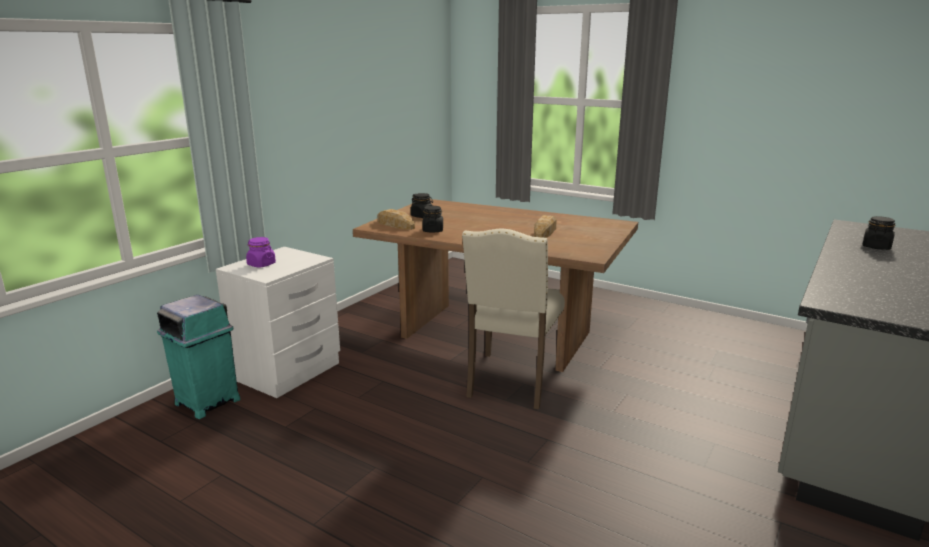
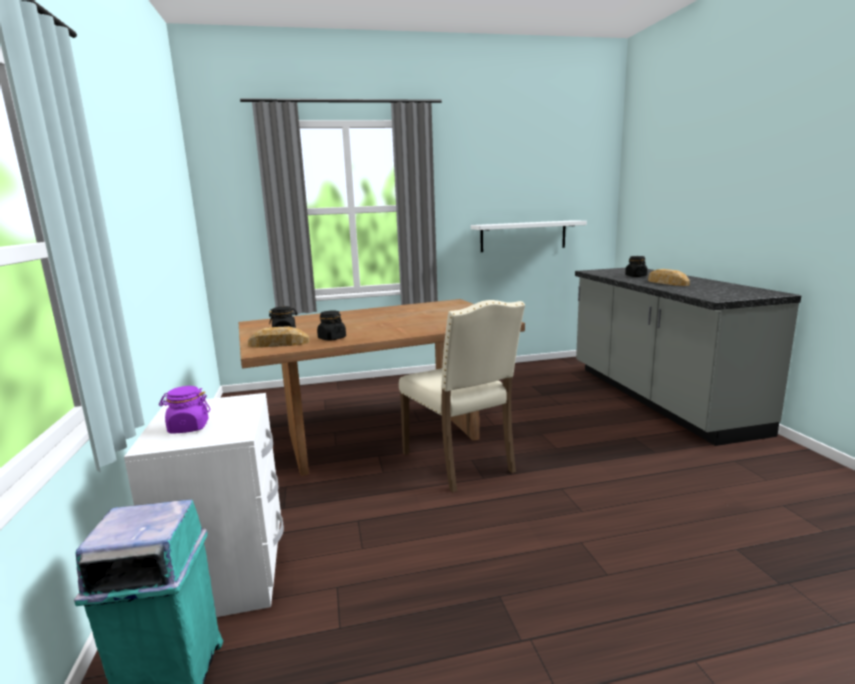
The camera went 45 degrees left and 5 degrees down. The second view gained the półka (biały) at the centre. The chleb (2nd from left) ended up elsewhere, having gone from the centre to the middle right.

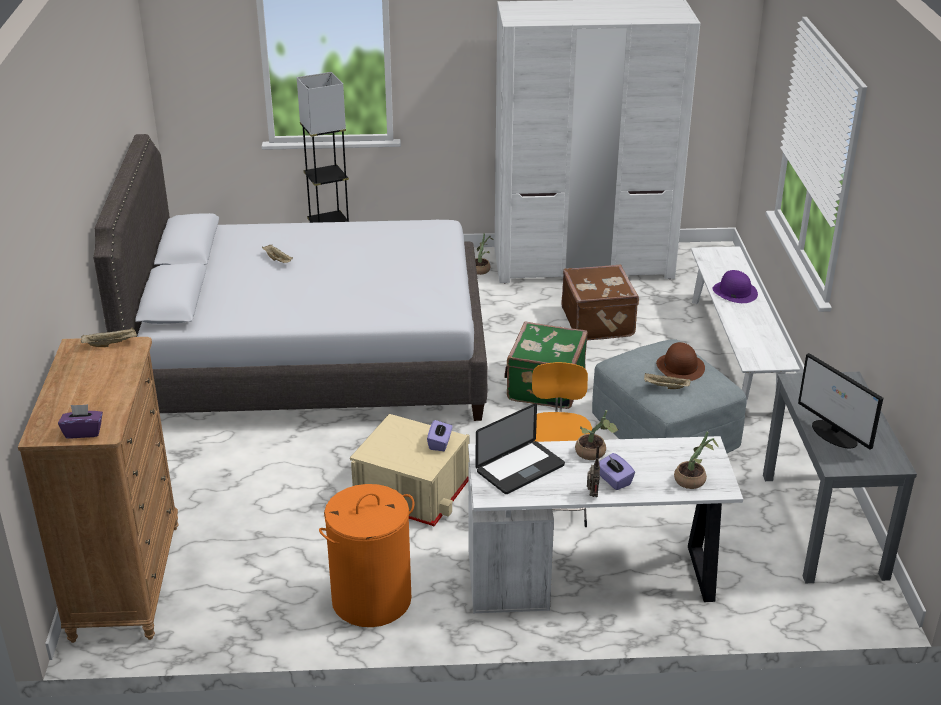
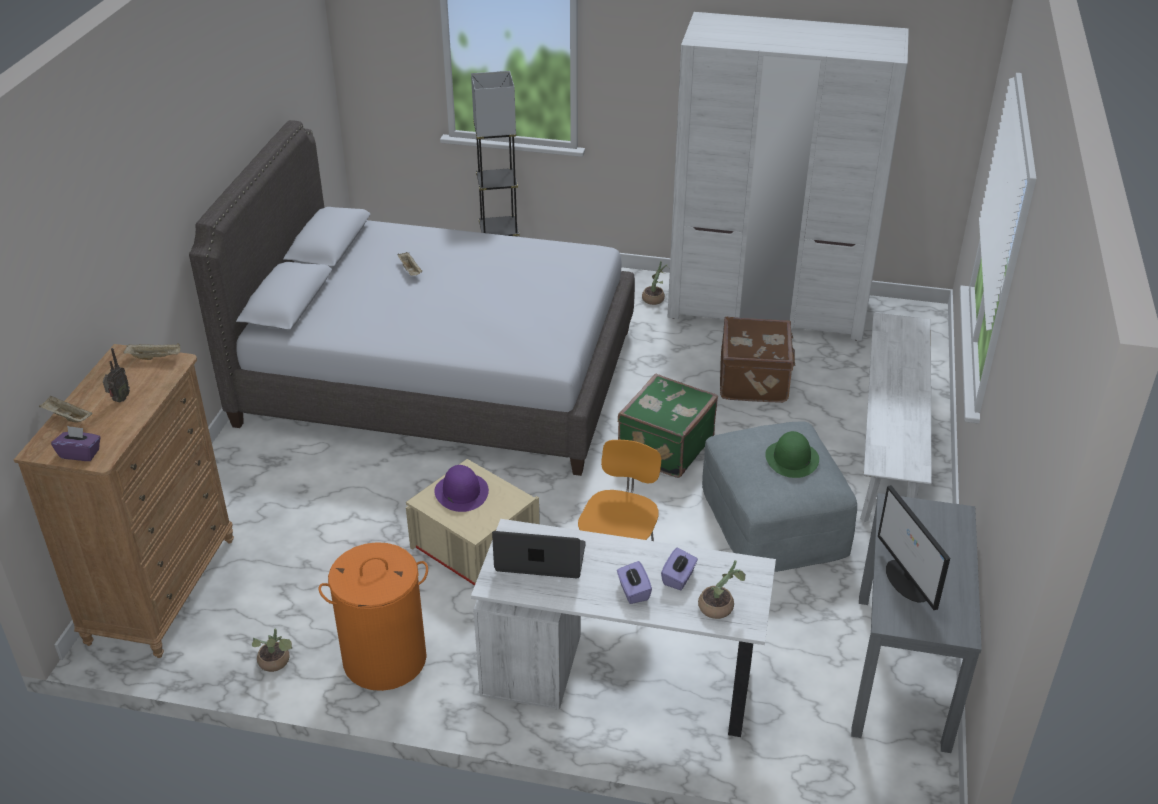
The camera went 15 degrees right and 5 degrees up. The pudełko chusteczek (fioletowy) (2nd from left in the first image) ended up elsewhere, having gone from the centre to the bottom centre. The roślina doniczkowa (2nd from left in the first image) ended up elsewhere, having gone from the centre to the bottom left. The radio ended up elsewhere, having gone from the bottom centre to the middle left. The taca (beżowy) (3rd from left in the first image) ended up elsewhere, having gone from the middle right to the middle left. The kapelusz (fioletowy) ended up elsewhere, having gone from the middle right to the centre. What was the kapelusz (brązowy) at the middle right turned into the kapelusz (zielony) at the middle right. The laptop at the centre ended up facing another way, 150 degrees counterclockwise from before.

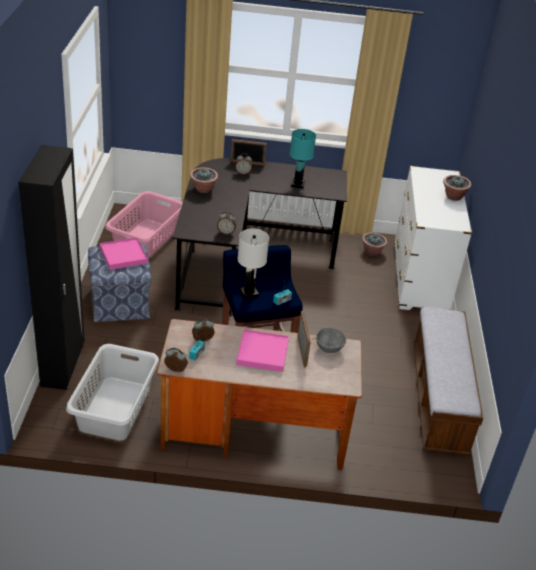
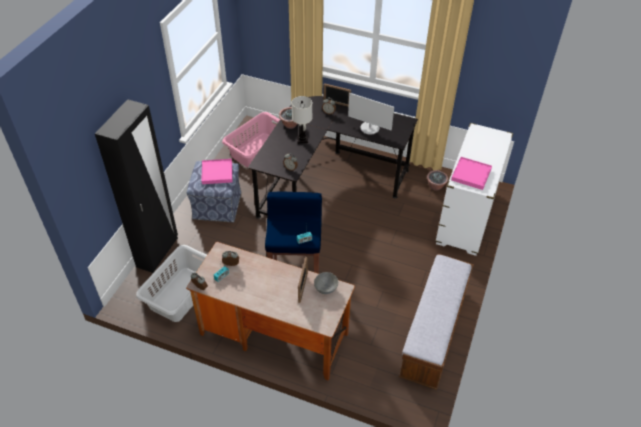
The camera went 20 degrees right and 10 degrees up. The second view lost the roślina doniczkowa (3rd from left) at the top right. The taca (różowy) (2nd from left) ended up elsewhere, having gone from the centre to the middle right. The lampa stołowa (biały) ended up elsewhere, having gone from the centre to the top centre. Where the lampa stołowa (turkusowy) stood at the top centre, the monitor came to stand at the top centre.

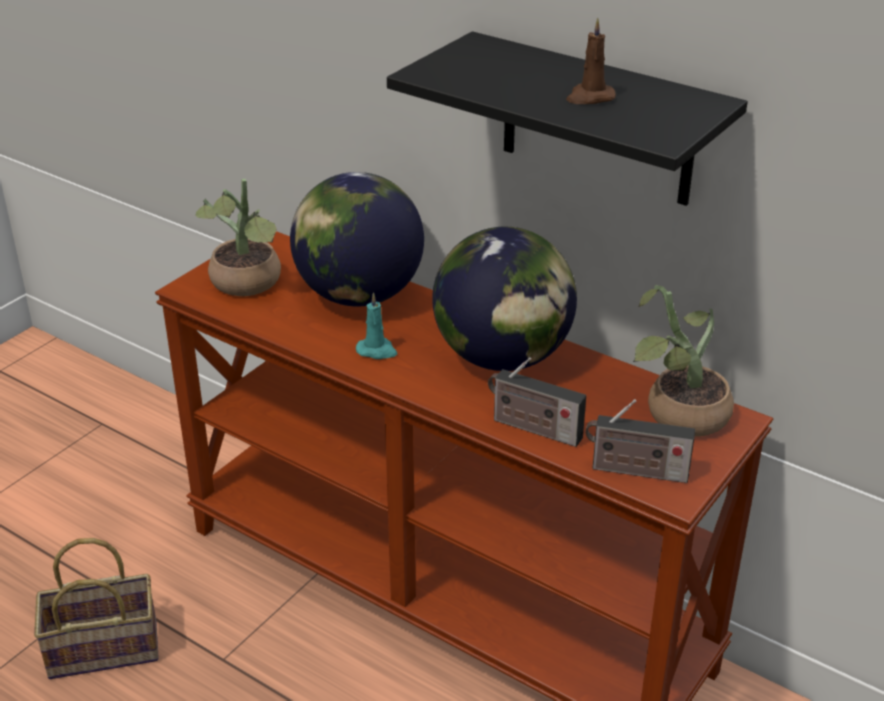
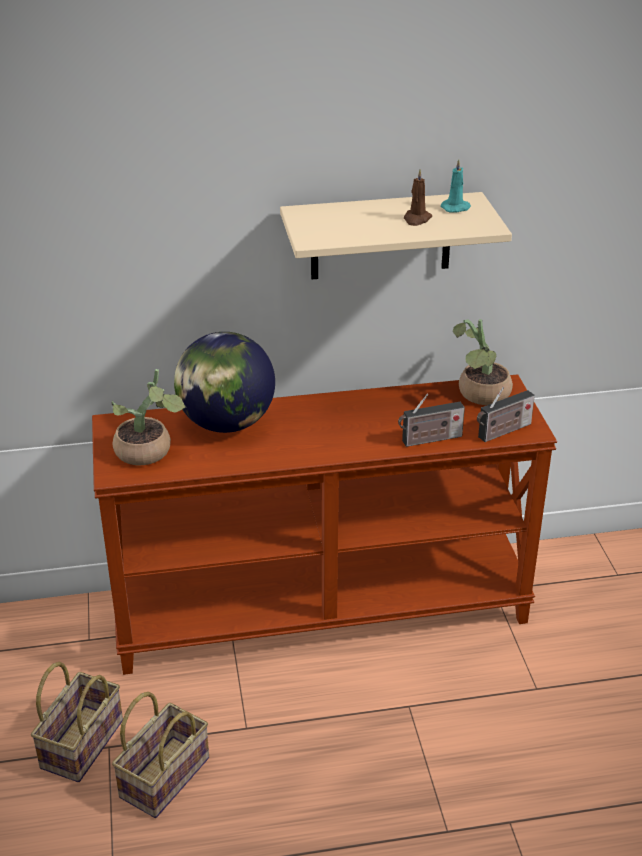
The camera went 45 degrees left and 0 degrees up. The second view lost the globus (2nd from left) at the centre. The second view gained the koszyk (1st from left) at the bottom left. The świeca (turkusowy) ended up elsewhere, having gone from the centre to the top right. What was the półka (czarny) at the top centre turned into the półka (beżowy) at the top centre.

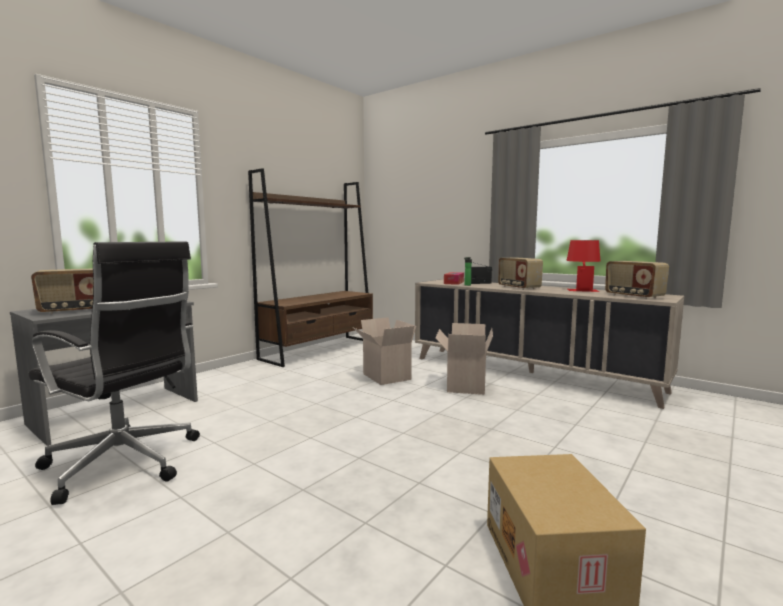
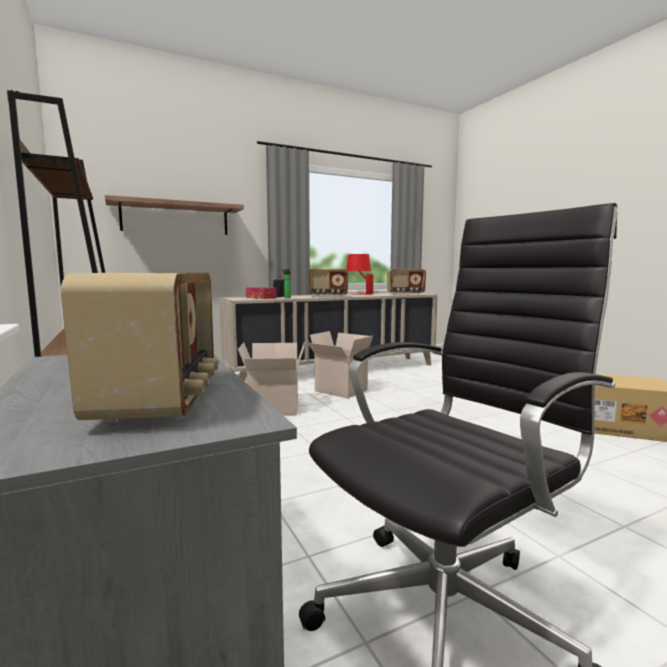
The camera went 65 degrees left and 0 degrees up. The second view gained the półka at the top left.

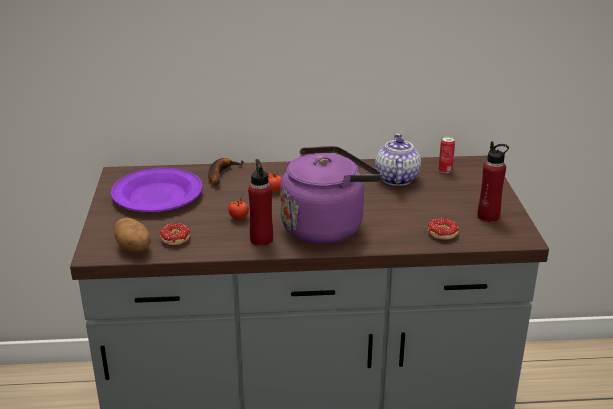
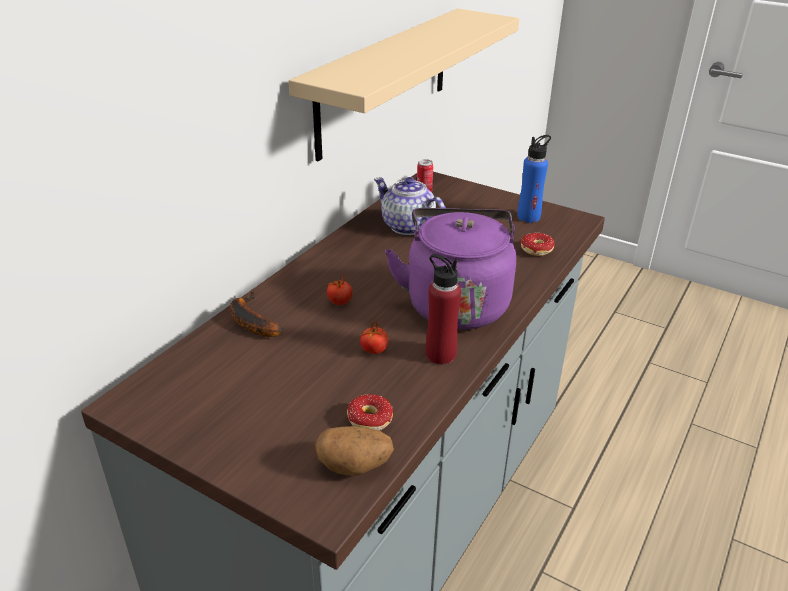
The camera went 55 degrees left and 5 degrees up. The second view lost the talerz (fioletowy) at the middle left. The second view gained the półka (beżowy) at the top centre. What was the butelka (czerwony) (2nd from left) at the middle right turned into the butelka (niebieski) at the top right.

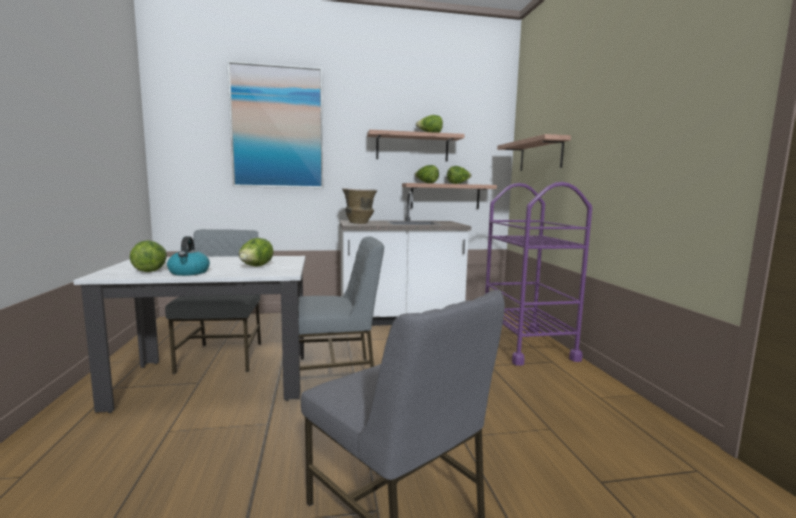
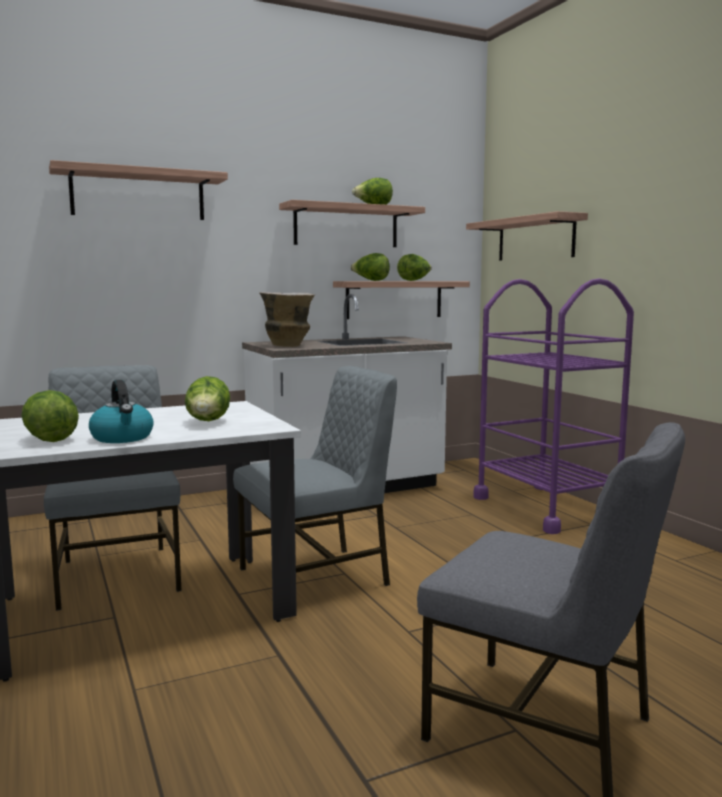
The camera went 15 degrees left and 0 degrees up. Where the obraz hung at the top centre, the półka (1st from left) came to hang at the top left.

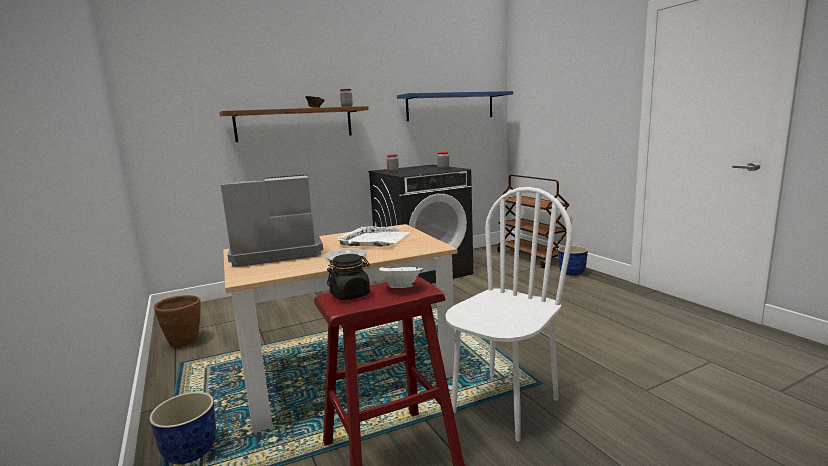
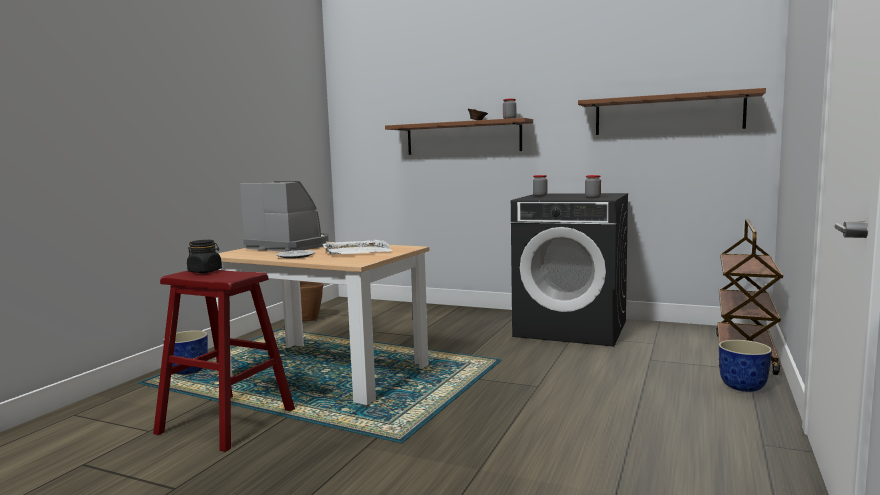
The camera went 50 degrees right and 5 degrees down. The second view lost the miska (biały) at the centre. The second view lost the krzesło (biały) at the bottom centre. What was the półka (niebieski) at the top centre turned into the półka (brązowy) (2nd from left) at the top right.

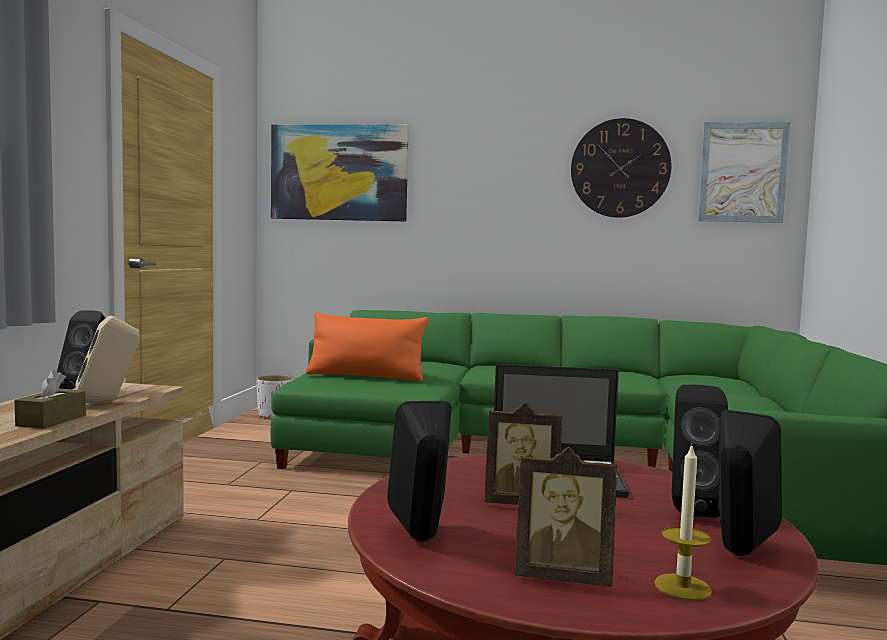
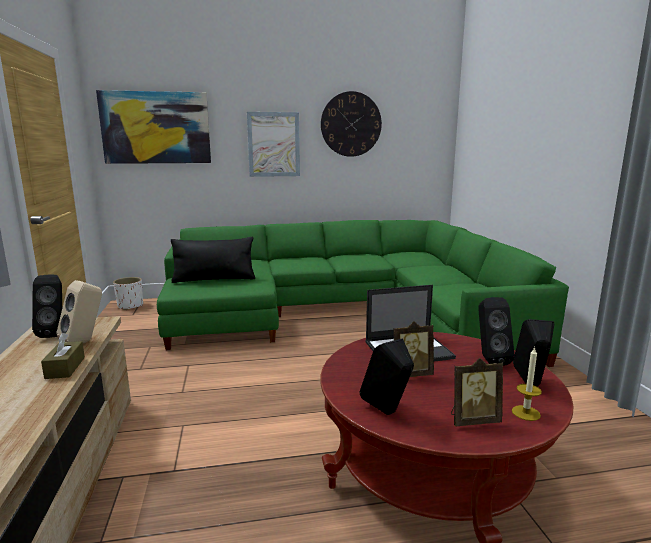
The camera went 20 degrees left and 10 degrees up. The obraz (2nd from left) ended up elsewhere, having gone from the top right to the top centre. What was the poduszka (pomarańczowy) at the centre turned into the poduszka (czarny) at the middle left.

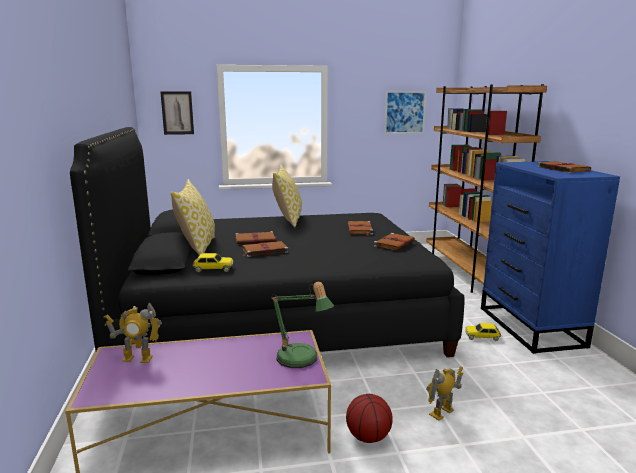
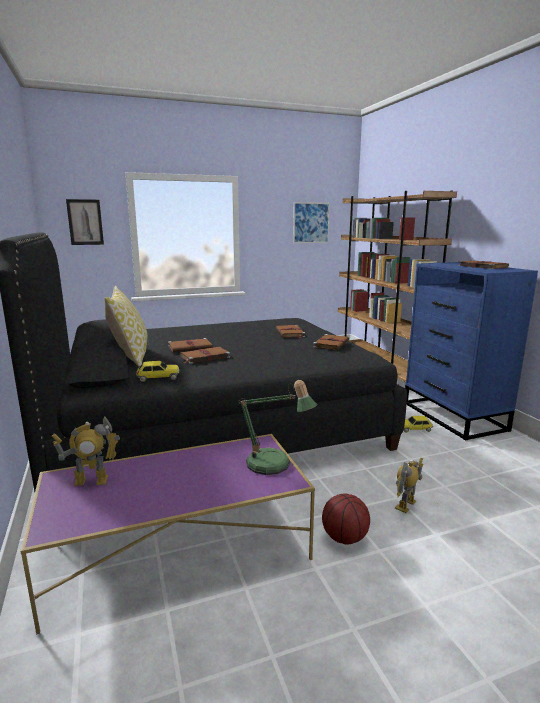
The camera went 10 degrees left and 0 degrees up. The second view lost the poduszka (2nd from left) at the centre.

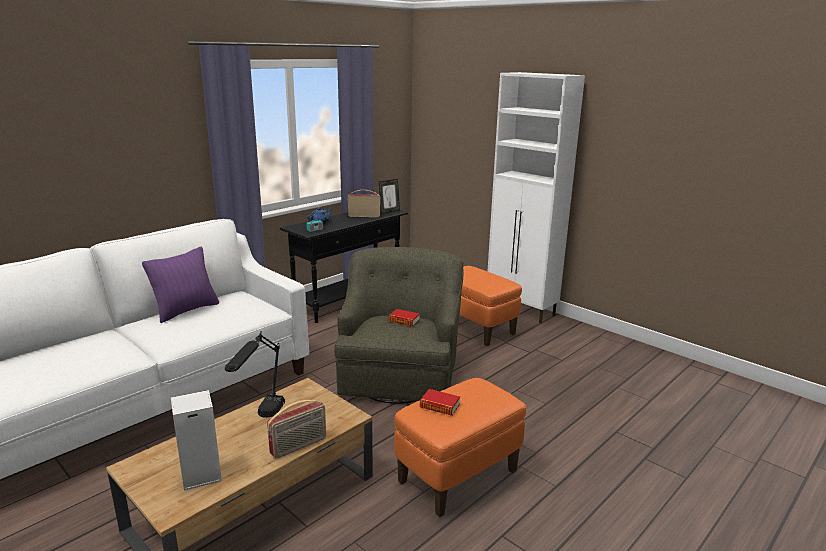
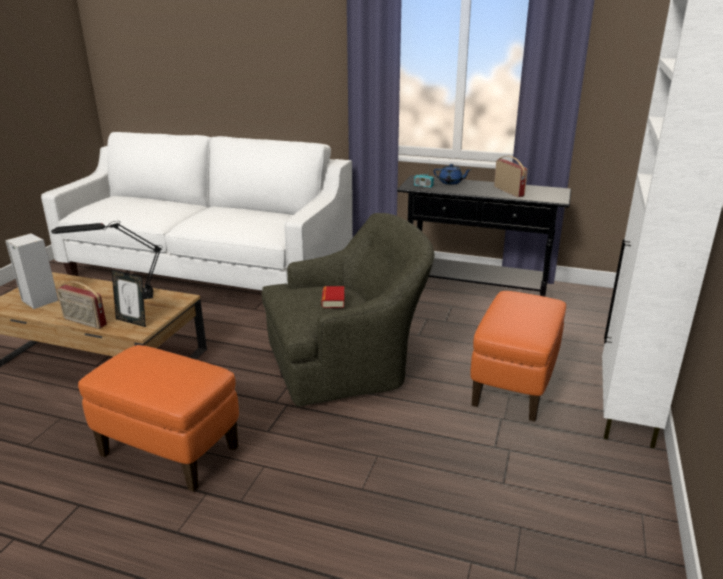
The camera went 65 degrees right and 5 degrees up. The second view lost the poduszka (fioletowy) at the middle left. The second view lost the książka (2nd from left) at the bottom centre. The ramka na zdjęcie ended up elsewhere, having gone from the centre to the middle left.

